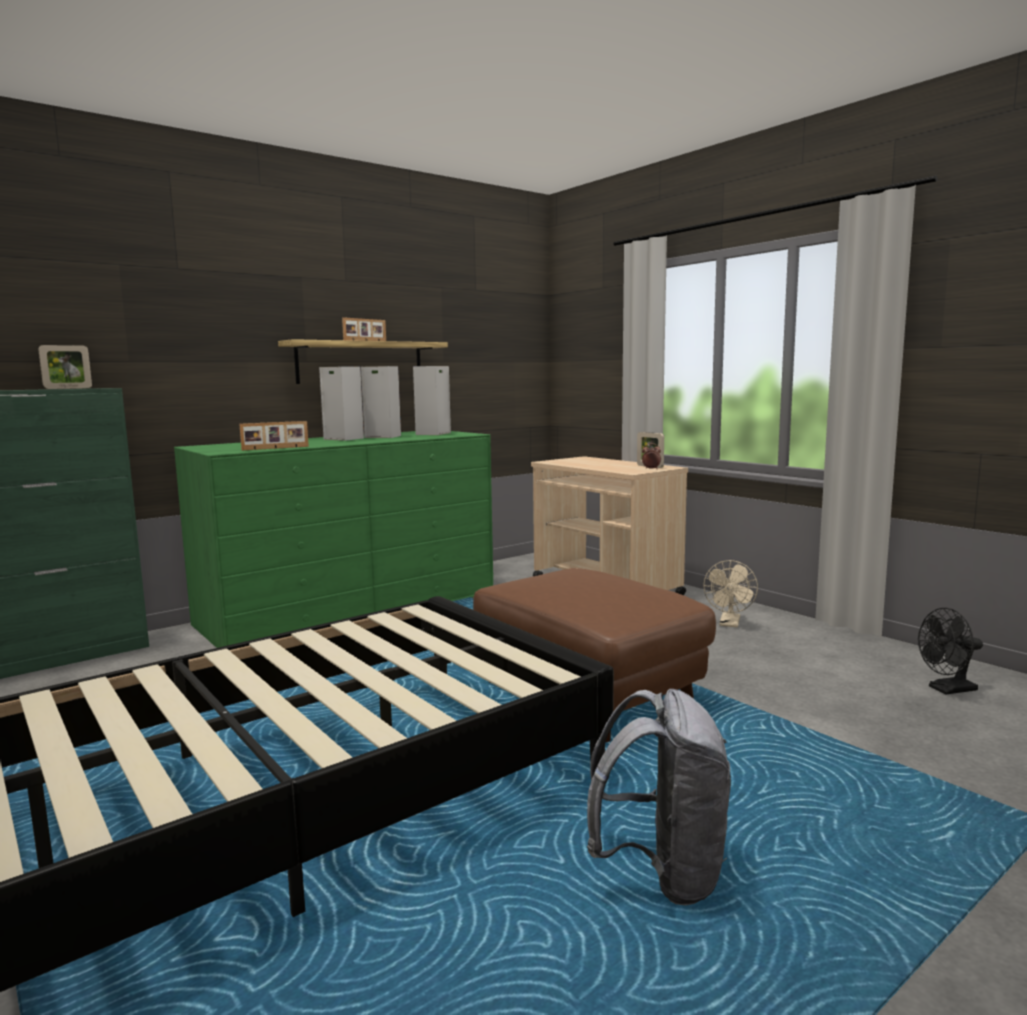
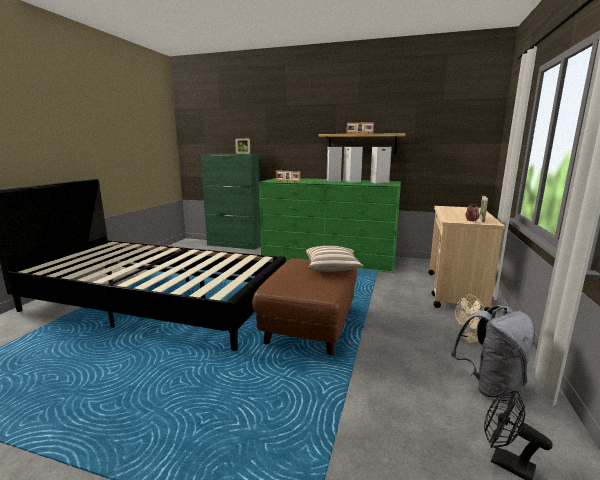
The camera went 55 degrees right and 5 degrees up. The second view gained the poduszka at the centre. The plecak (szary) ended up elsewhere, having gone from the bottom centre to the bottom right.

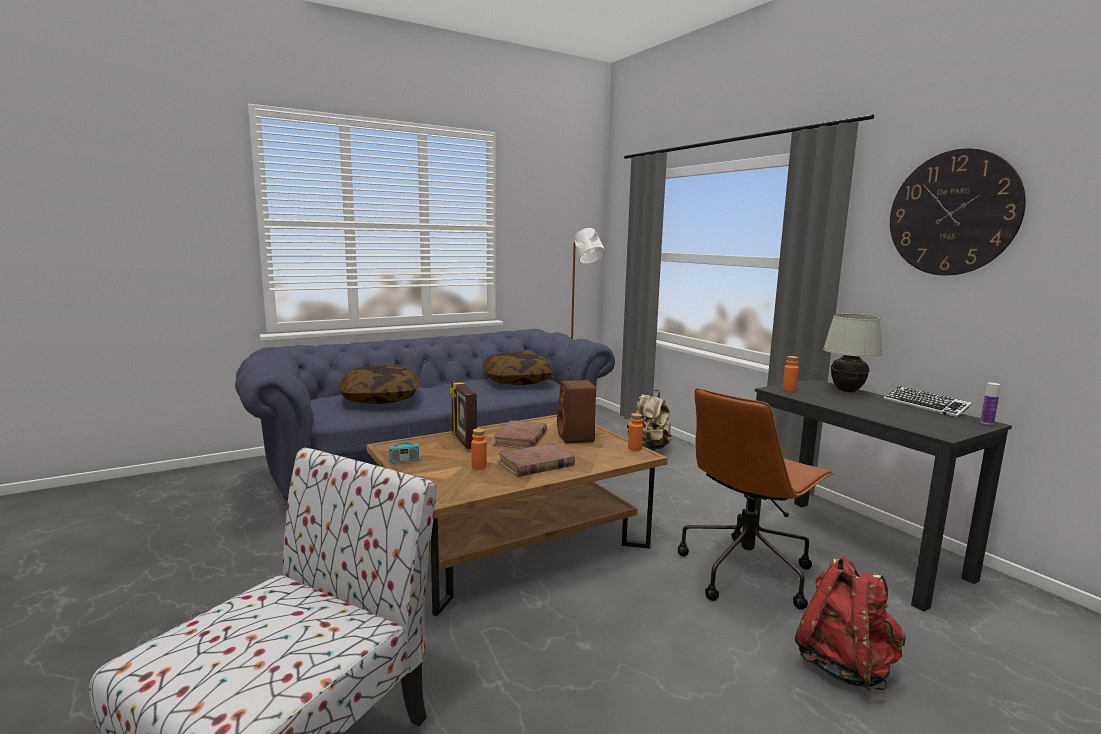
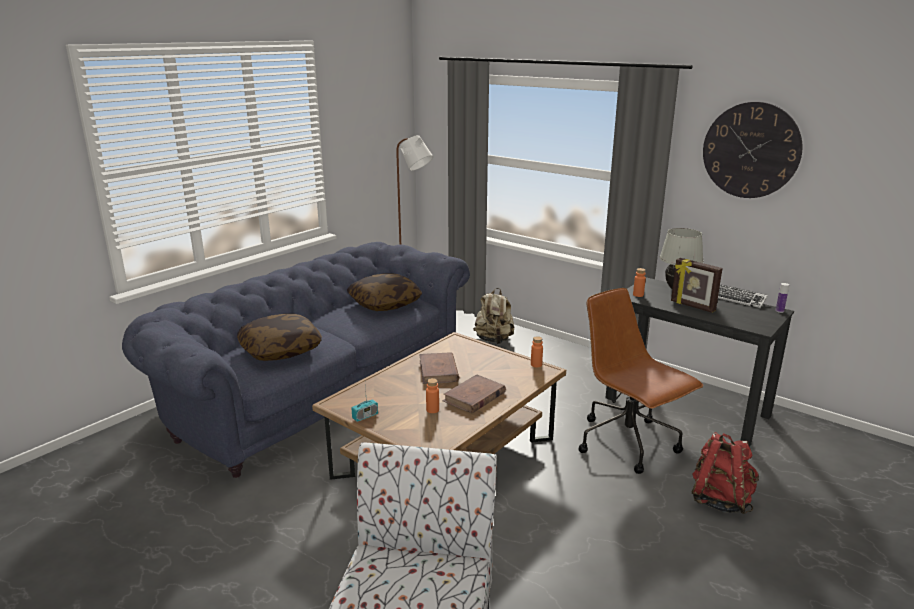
The camera went 20 degrees left and 10 degrees up. The second view lost the głośnik (brązowy) at the centre. The ramka na zdjęcie ended up elsewhere, having gone from the centre to the middle right. The krzesło biurowe (brązowy) at the bottom right ended up facing another way, 120 degrees clockwise from before.

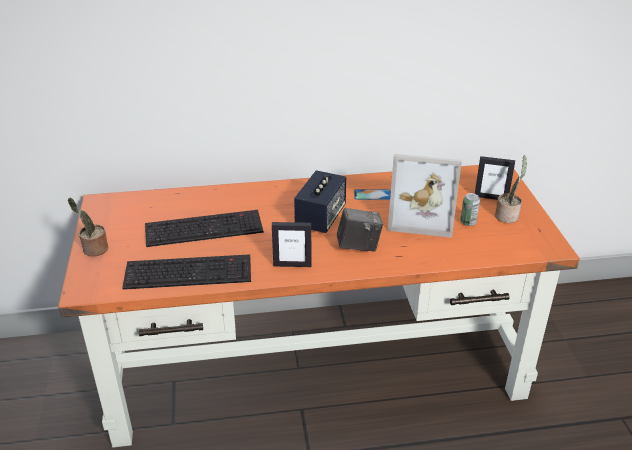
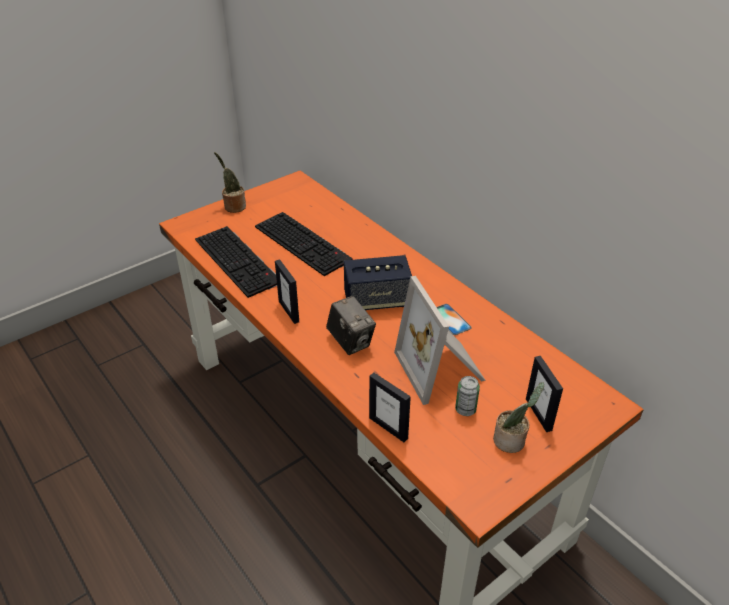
The camera went 60 degrees right and 5 degrees up. The second view gained the ramka na zdjęcie (2nd from left) at the bottom centre.

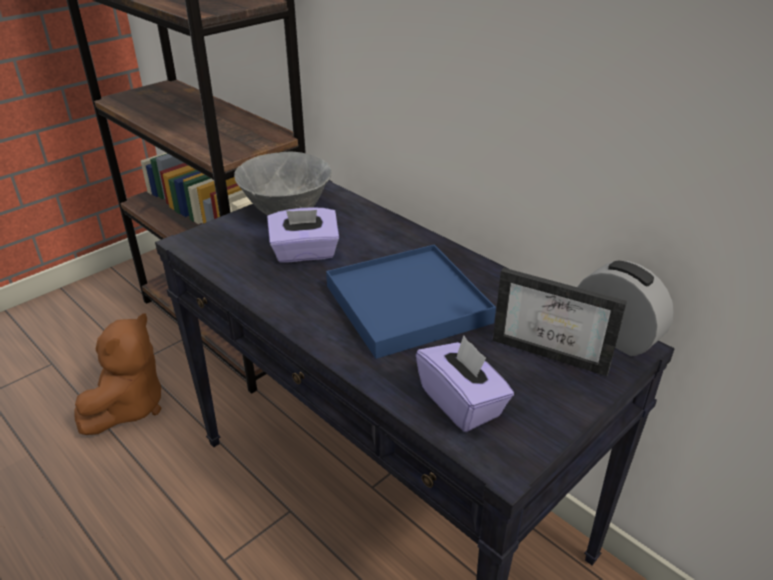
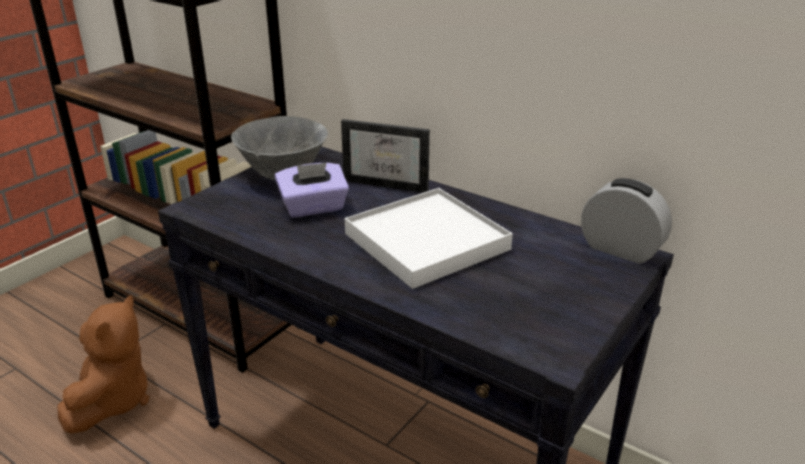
The camera went 10 degrees left and 5 degrees down. The second view lost the pudełko chusteczek (fioletowy) (2nd from left) at the centre. The ramka na zdjęcie ended up elsewhere, having gone from the middle right to the centre. What was the taca (niebieski) at the centre turned into the taca (biały) at the centre.

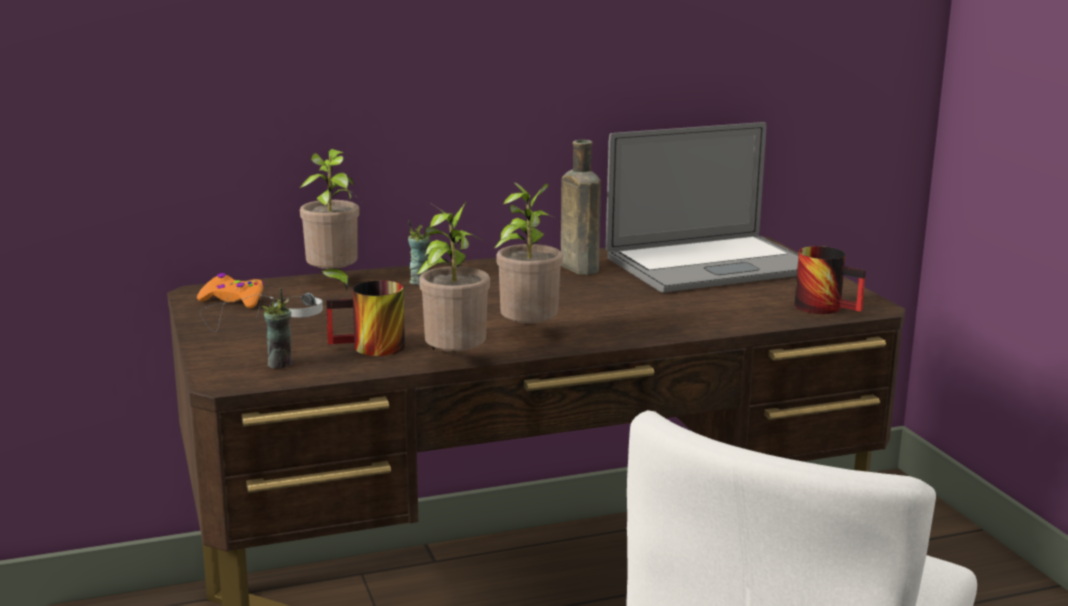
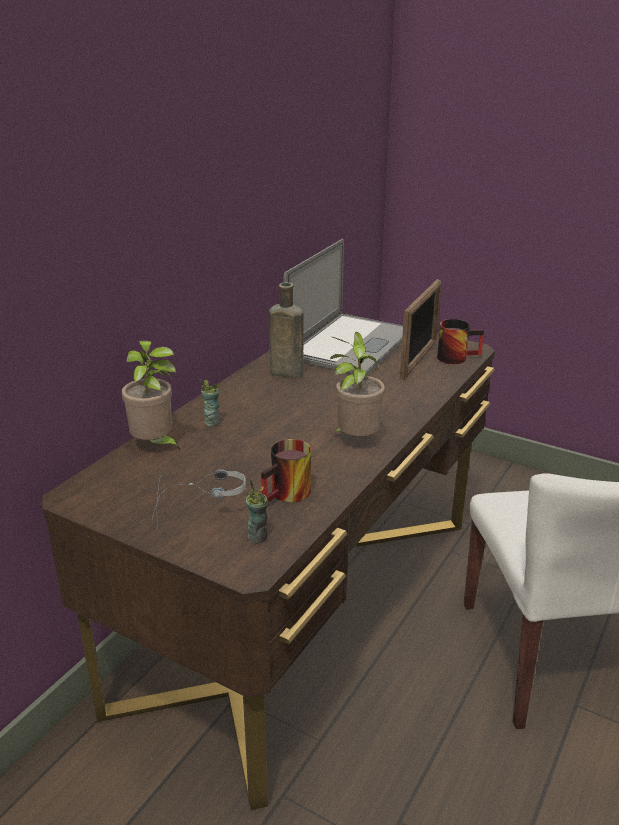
The camera went 40 degrees left and 10 degrees up. The second view lost the pad do gier (pomarańczowy) at the middle left. The second view lost the roślina doniczkowa (2nd from left) at the centre. The second view gained the ramka na zdjęcie at the middle right.

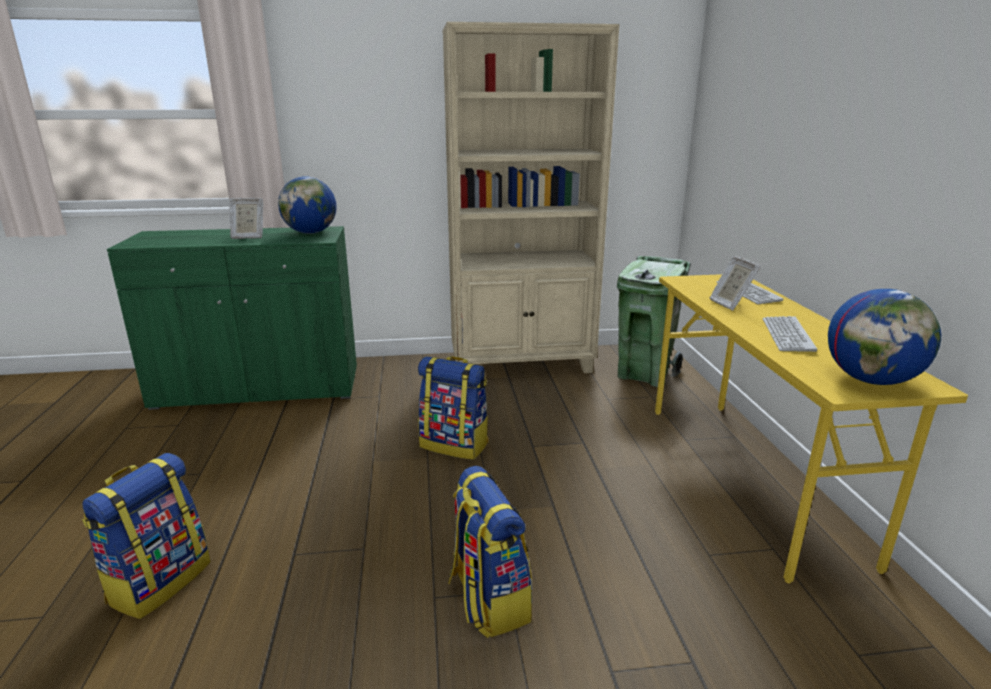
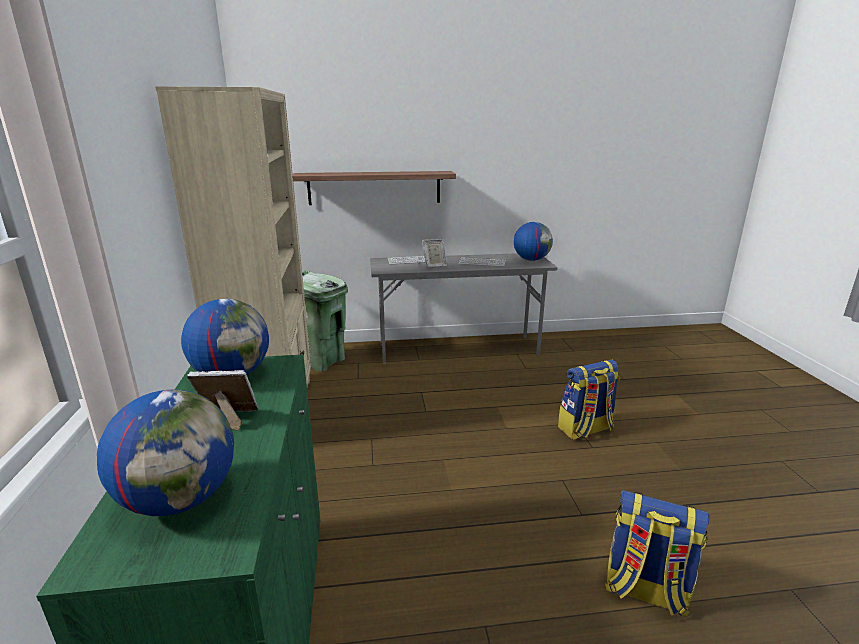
The camera went 90 degrees left and 0 degrees up. The second view lost the plecak (2nd from left) at the centre. The second view gained the globus (1st from left) at the bottom left. The second view gained the półka at the top centre. What was the biurko (żółty) at the middle right turned into the biurko (szary) at the centre. The ramka na zdjęcie (1st from left) at the top left ended up facing another way, 90 degrees counterclockwise from before.

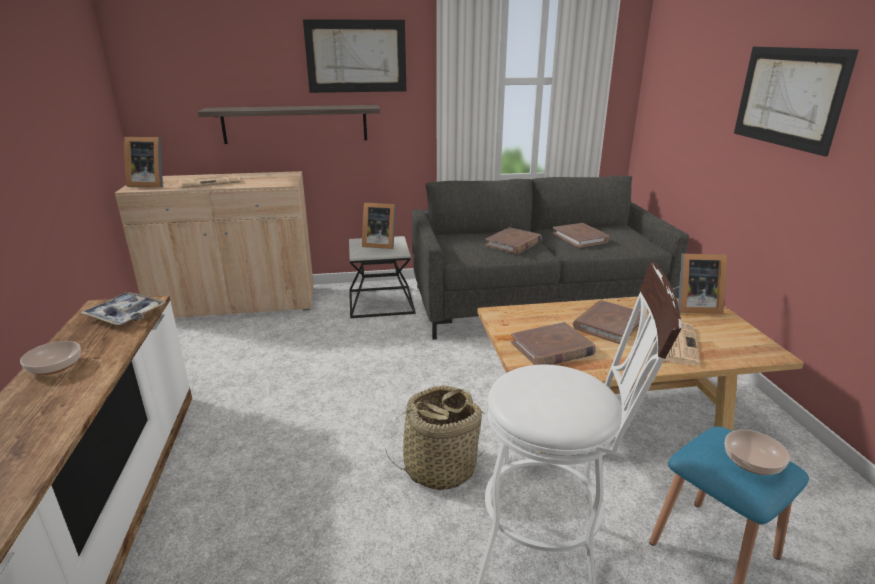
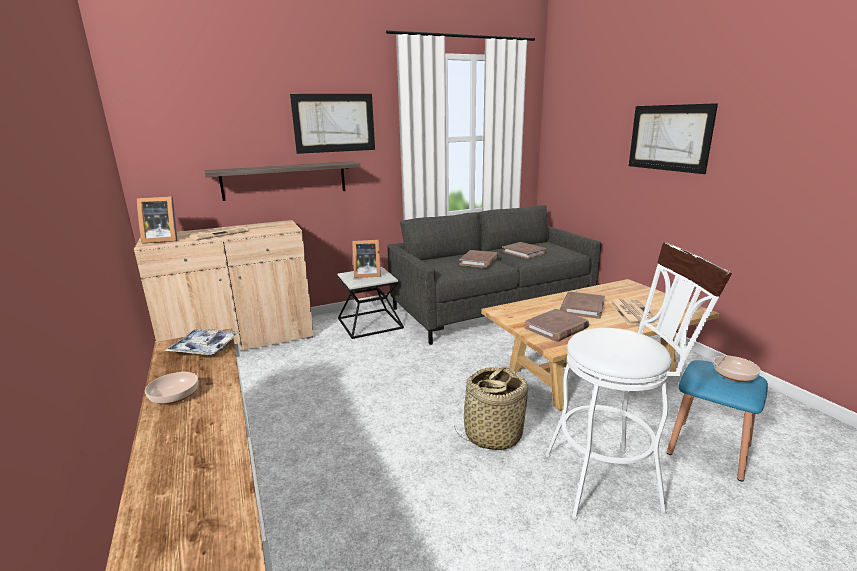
The camera went 15 degrees left and 5 degrees down. The second view lost the ramka na zdjęcie (3rd from left) at the middle right.

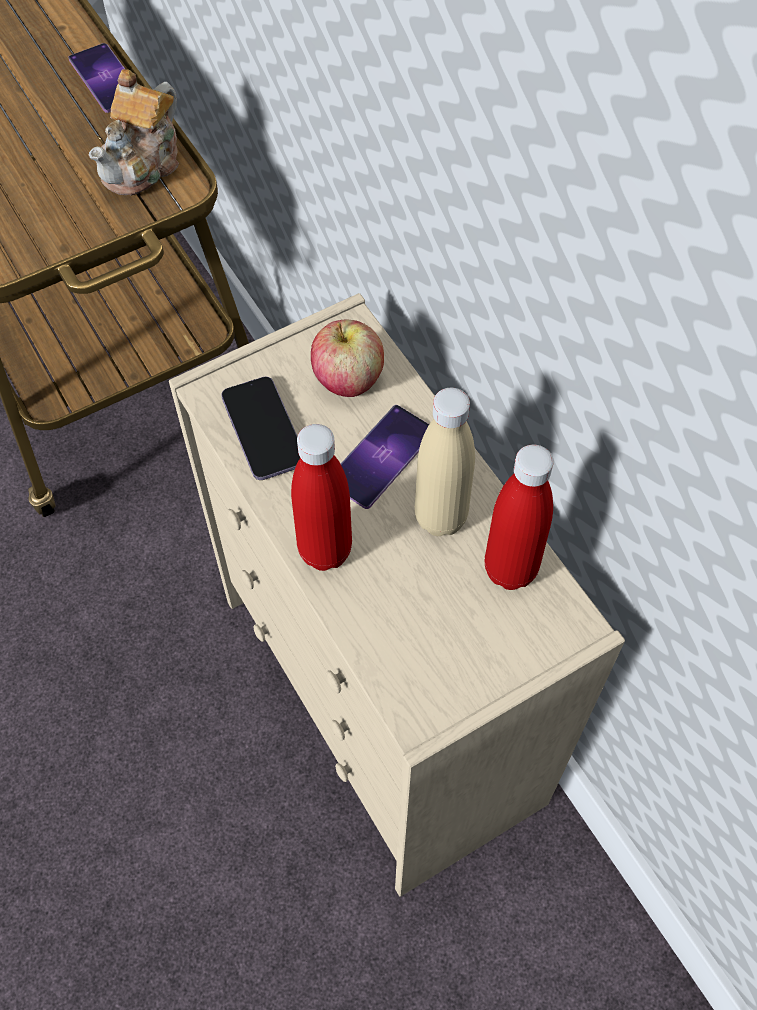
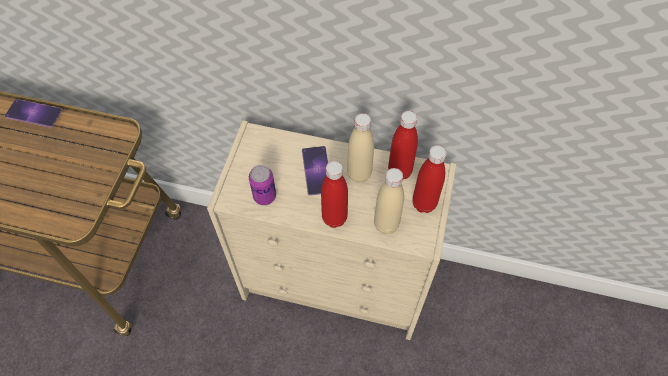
The camera went 45 degrees left and 0 degrees up. The second view lost the imbryk at the top left. The second view lost the jabłko at the centre. The second view gained the butelka (beżowy) (2nd from left) at the centre. The second view gained the butelka (czerwony) (3rd from left) at the centre. Where the telefon (2nd from left) stood at the centre, the puszka came to stand at the centre.

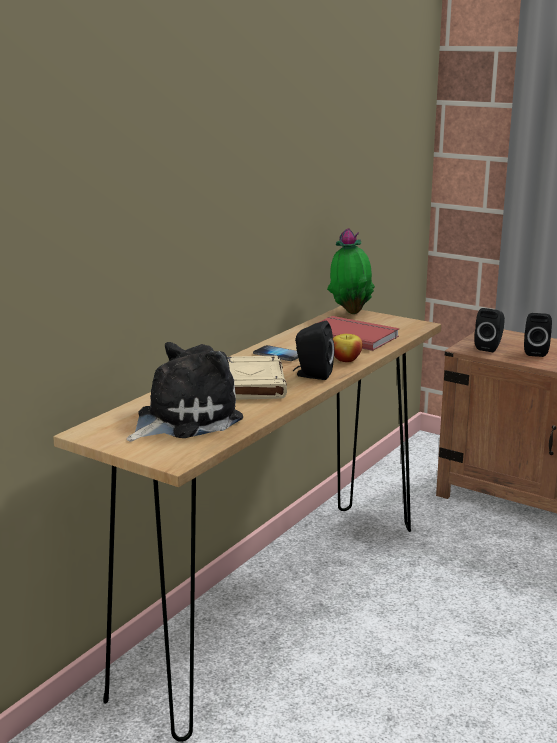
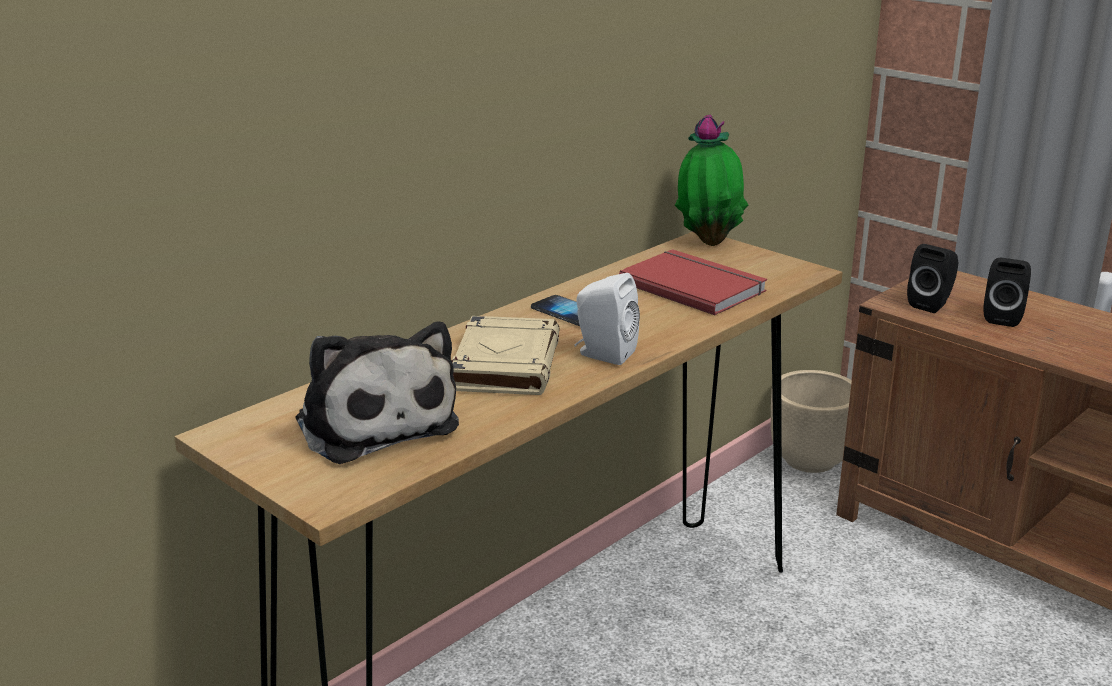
The camera went 10 degrees right and 5 degrees up. The second view lost the jabłko at the centre. The second view gained the donica (beżowy) at the middle right. What was the głośnik (czarny) (1st from left) at the centre turned into the głośnik (biały) at the centre. The pluszak at the middle left ended up facing another way, 90 degrees clockwise from before.

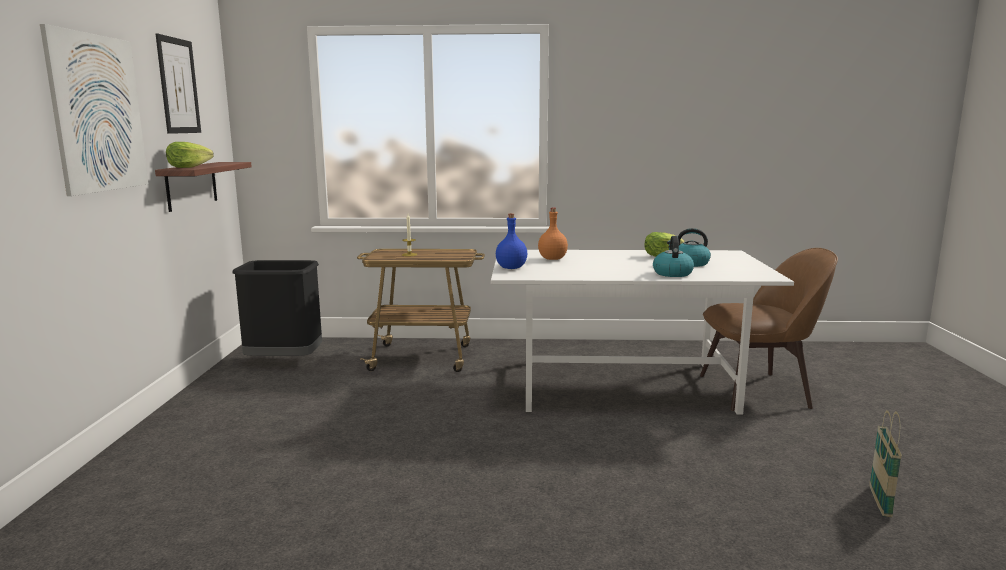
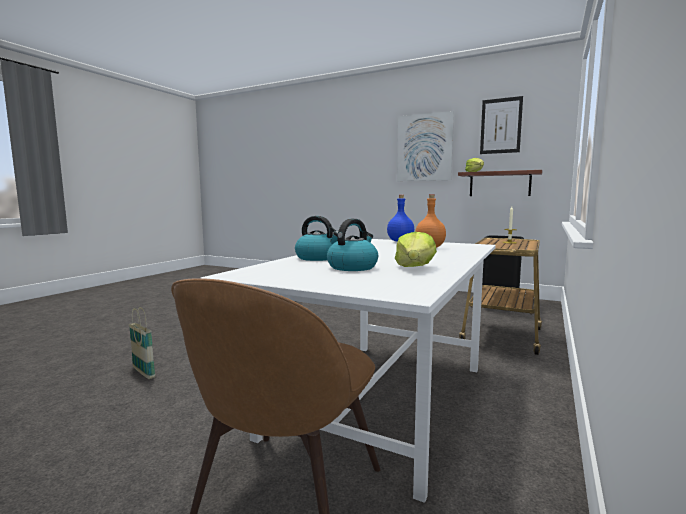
The camera went 115 degrees right and 5 degrees down. The koszyk ended up elsewhere, having gone from the bottom right to the bottom left.

